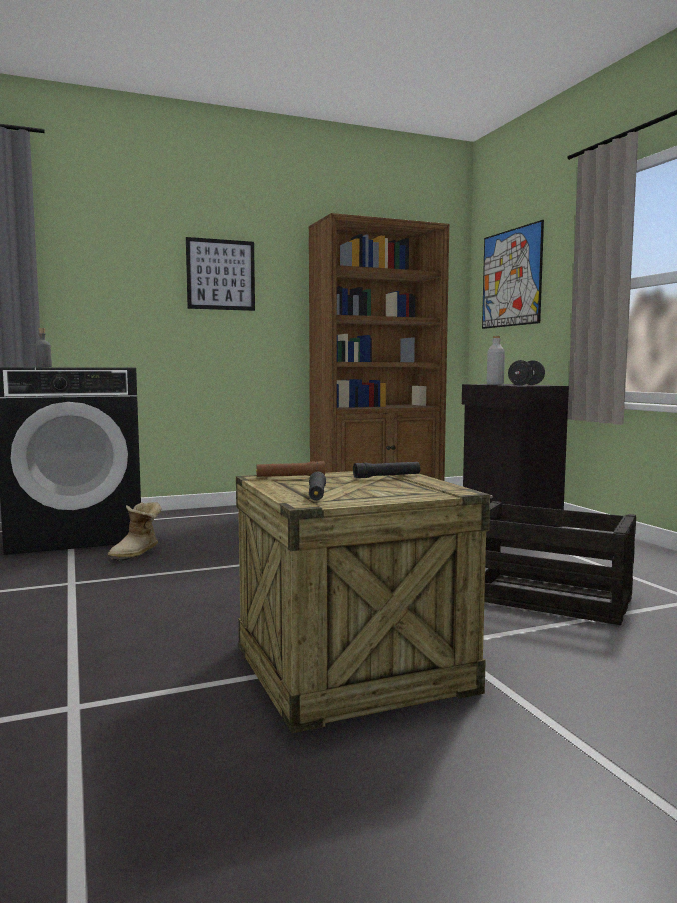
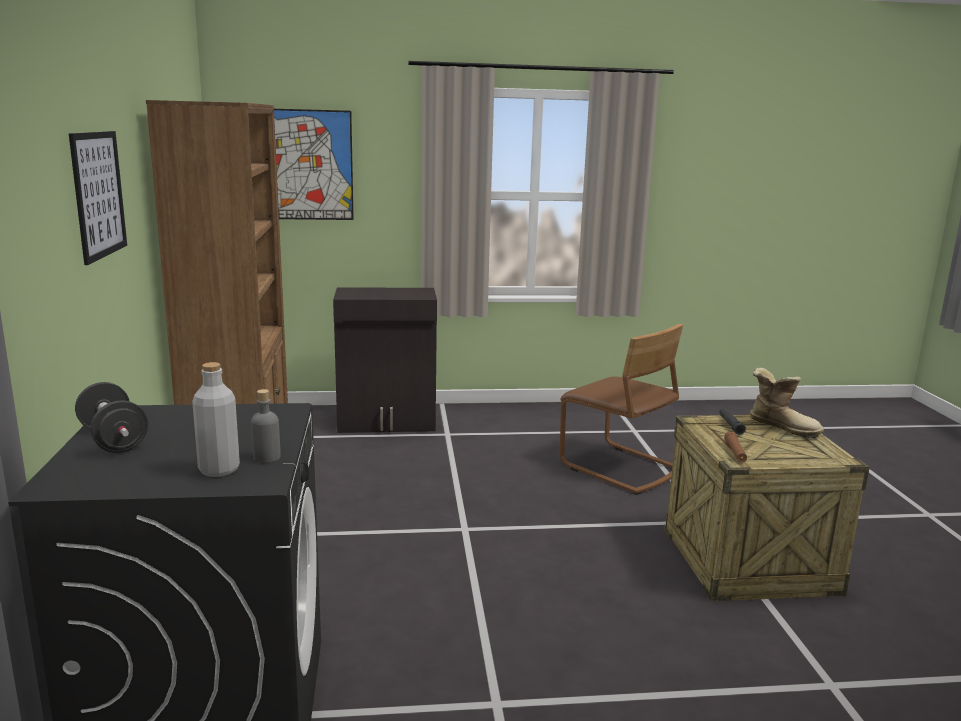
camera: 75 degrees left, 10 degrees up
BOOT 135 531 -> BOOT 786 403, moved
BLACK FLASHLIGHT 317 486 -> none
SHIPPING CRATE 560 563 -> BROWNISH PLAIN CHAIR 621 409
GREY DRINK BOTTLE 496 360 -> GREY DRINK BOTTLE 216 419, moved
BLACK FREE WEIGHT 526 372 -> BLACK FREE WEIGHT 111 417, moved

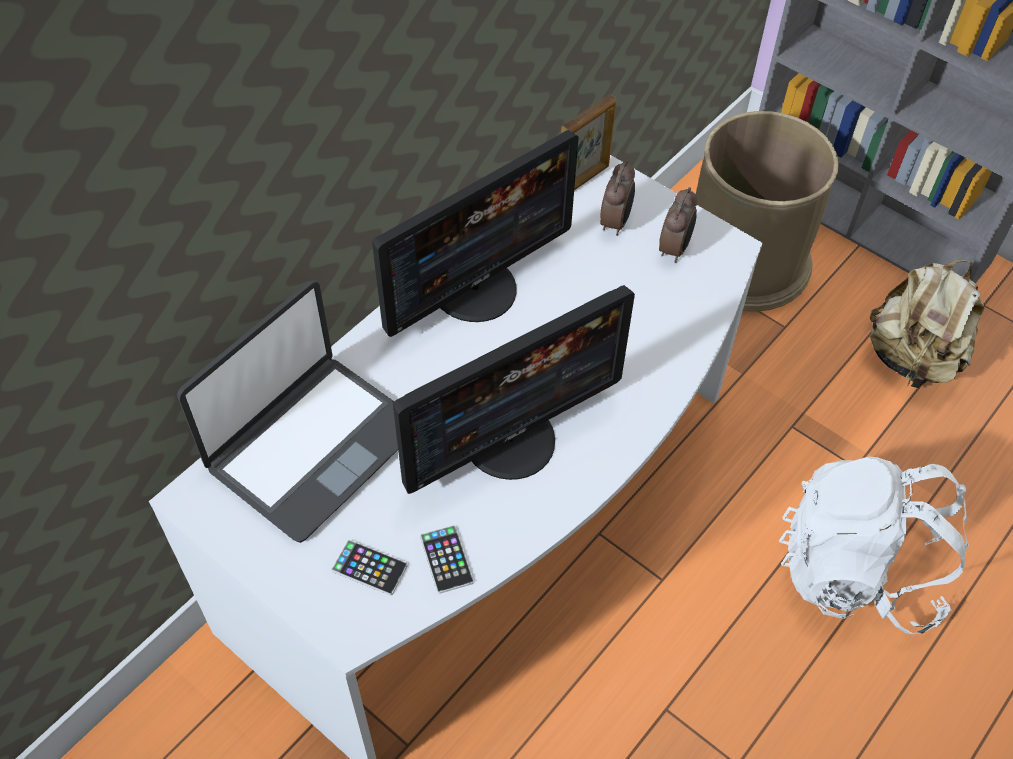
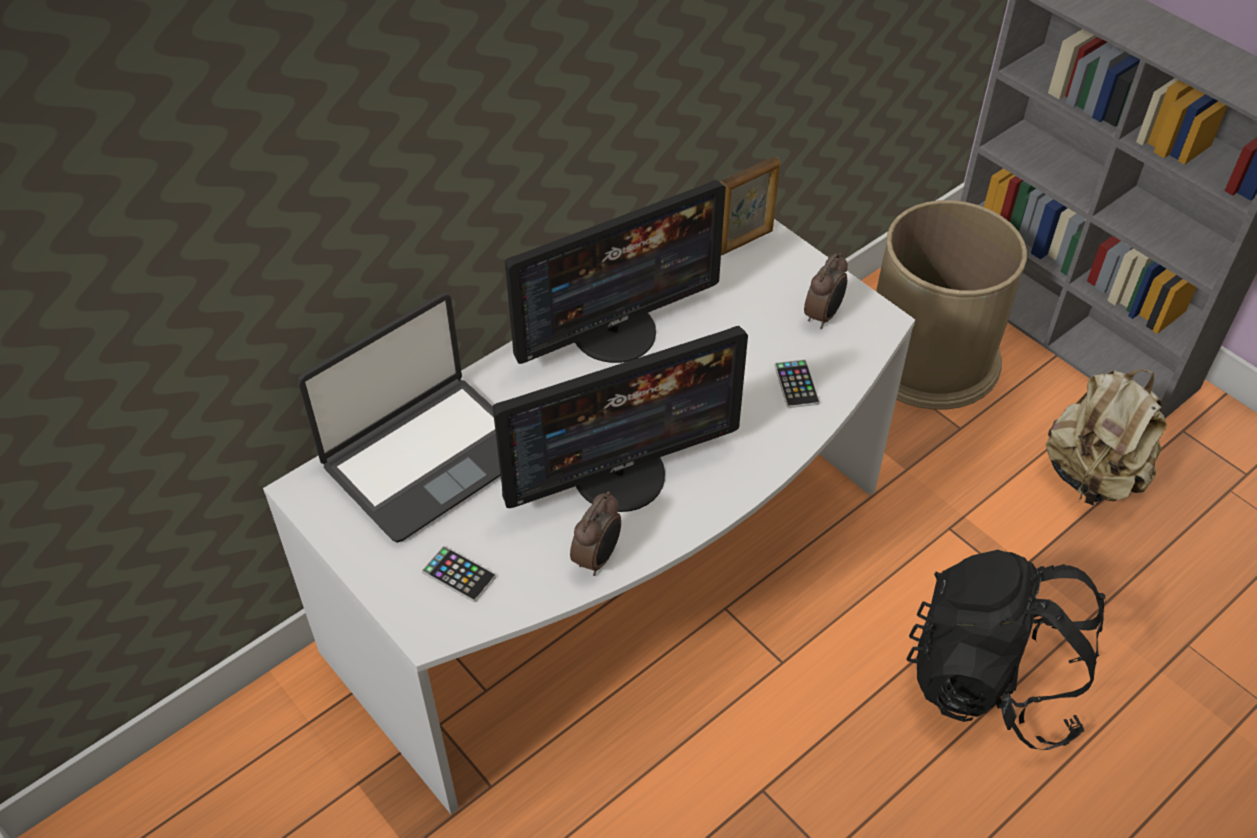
camera: 10 degrees right, 5 degrees down
PHONE 447 559 -> PHONE 797 383, moved
BEDSIDE CLOCK 617 198 -> BEDSIDE CLOCK 595 533, moved
WHITE RUCKSACK 874 545 -> BLACK RUCKSACK 1006 650

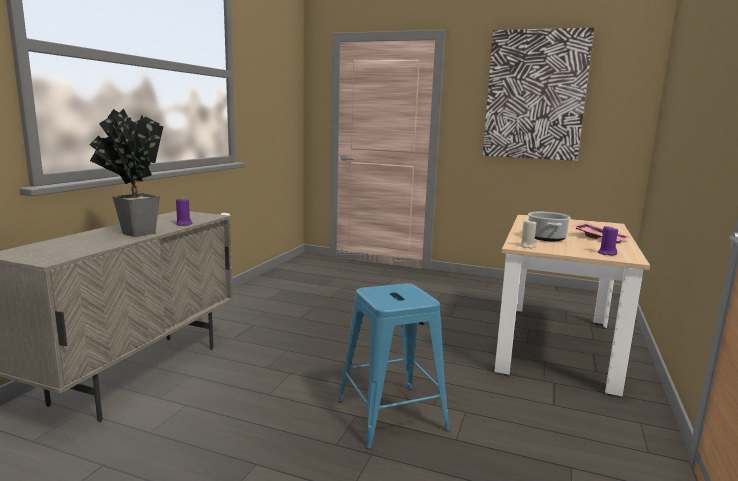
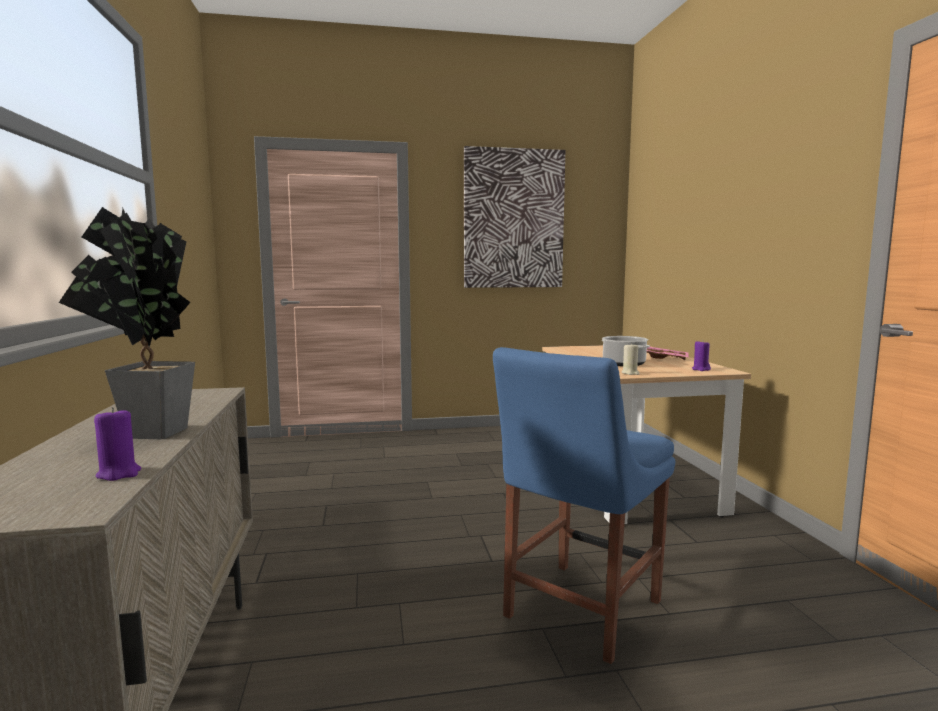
camera: 30 degrees left, 5 degrees down
PURPLE WAX CANDLE 183 211 -> PURPLE WAX CANDLE 117 444, moved
BLUISH STOOL SEAT 394 366 -> BLUISH PLAIN CHAIR 584 505

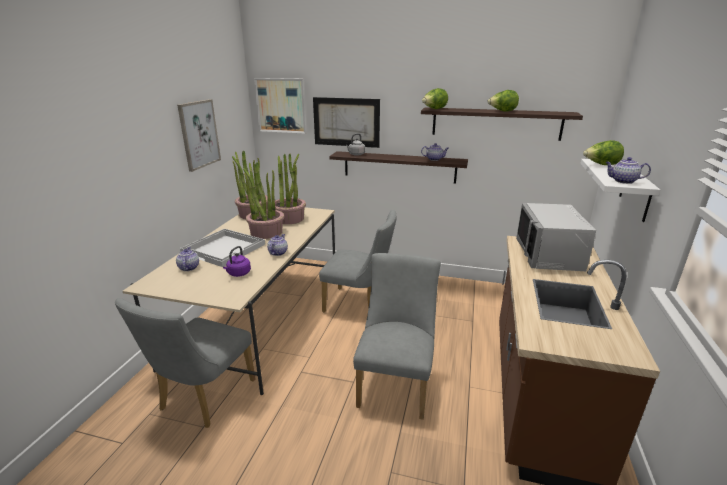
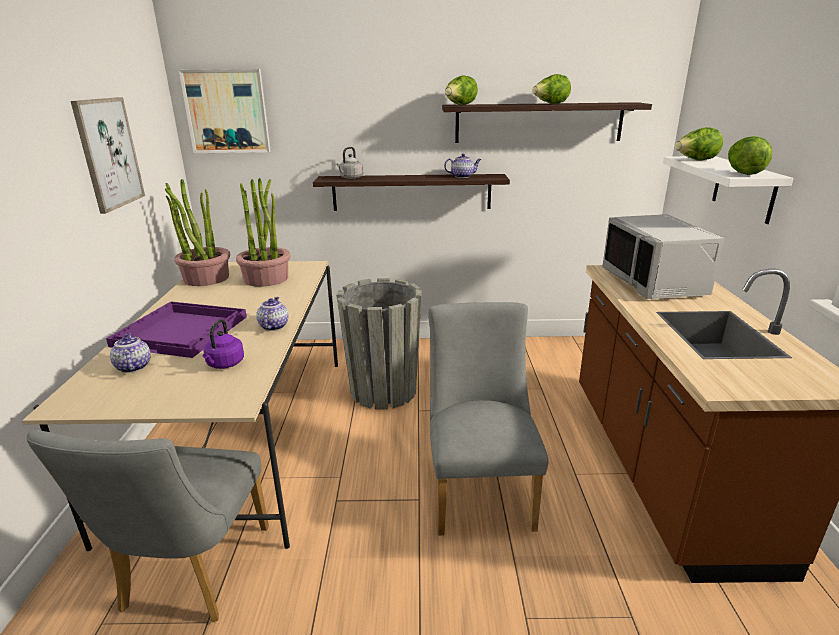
camera: 15 degrees left, 0 degrees up
WHITE SERVING TRAY 222 248 -> PURPLE SERVING TRAY 176 330
PLANT IN A POT 264 200 -> none
WALL PICTURE 346 122 -> none
GREY PLAIN CHAIR 358 261 -> GREY PLANT POT 379 343
TEA POT 628 170 -> HEAD OF LETTUCE 750 155

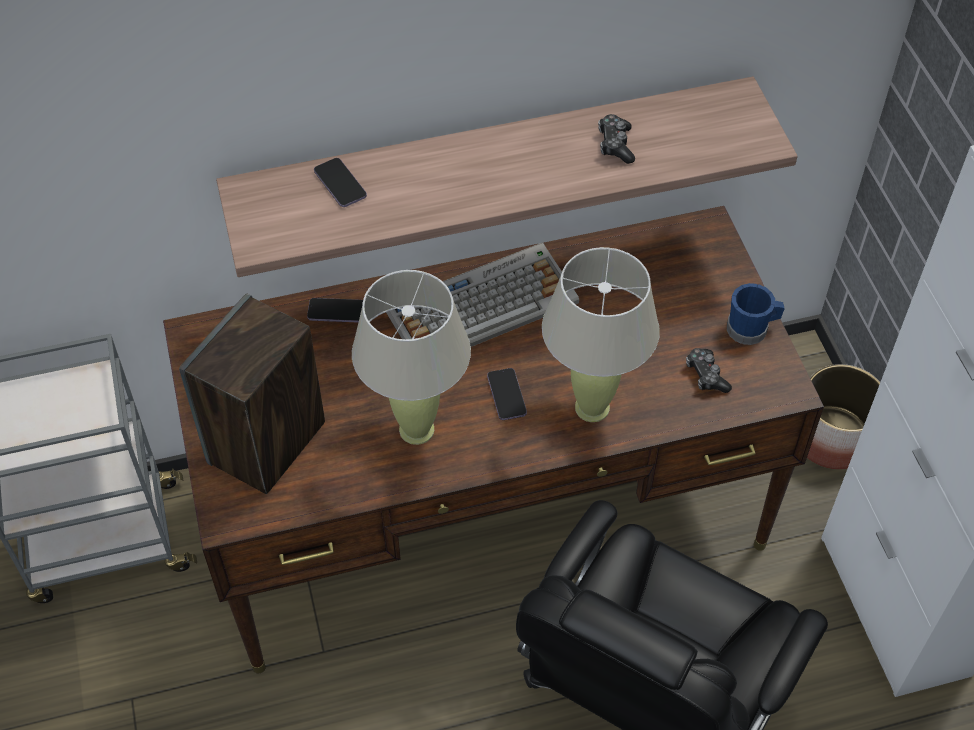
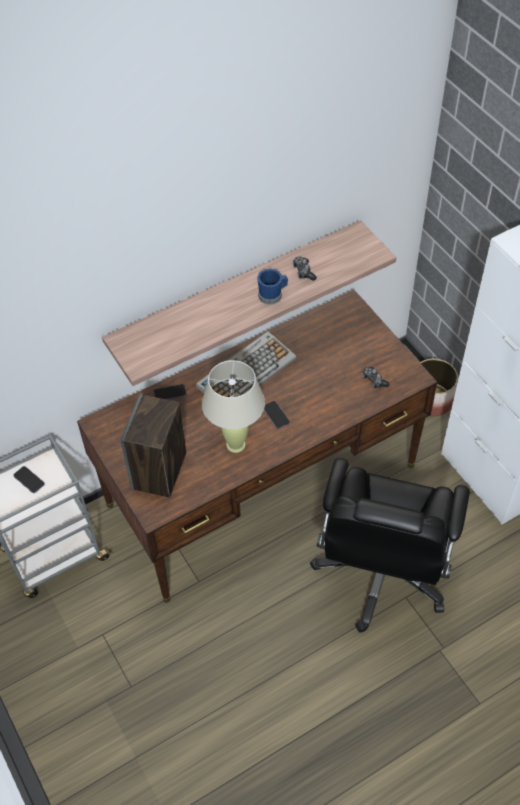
camera: 15 degrees left, 0 degrees up
PHONE 340 182 -> PHONE 29 479, moved
SAND-COLOURED LAMP FOR A TABLE 601 334 -> none
BLUISH COFFEE MUG 756 314 -> BLUISH COFFEE MUG 272 287, moved

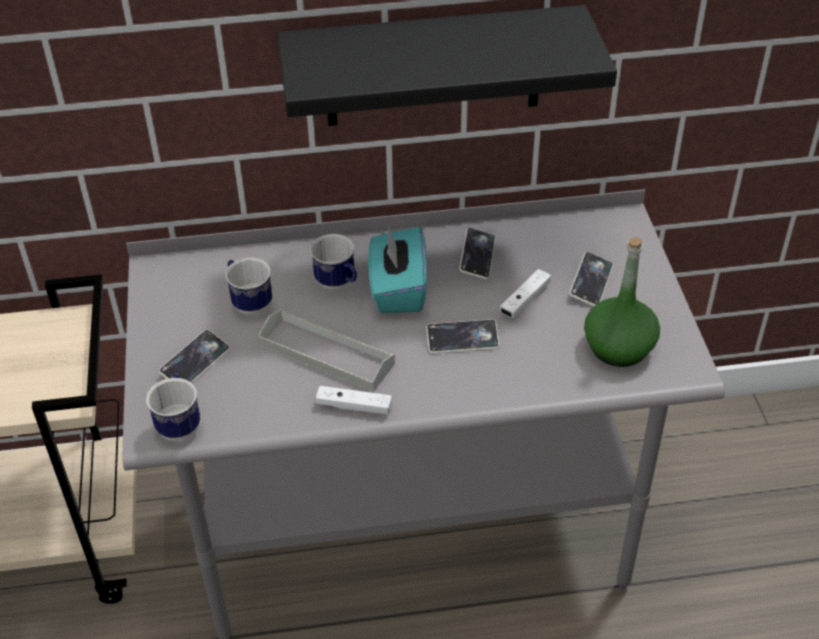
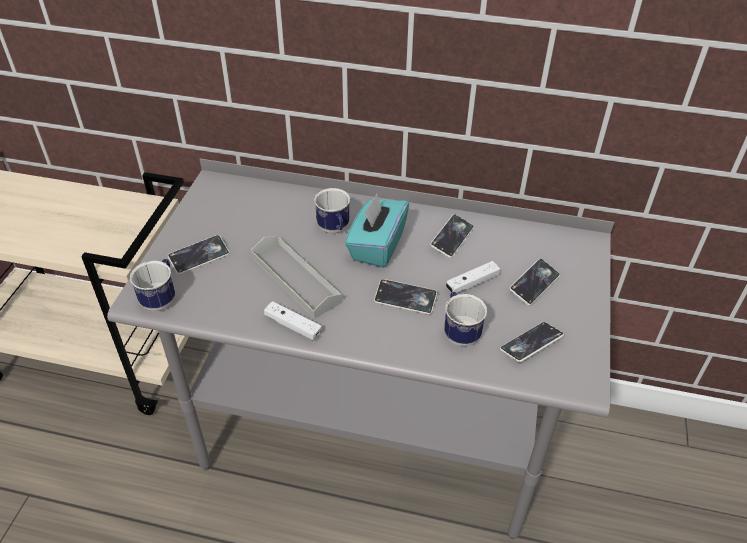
camera: 20 degrees right, 0 degrees up
COFFEE MUG 248 286 -> COFFEE MUG 465 319, moved
BLACK WALL SHELF 447 65 -> none
GREEN DRINK BOTTLE 622 302 -> PHONE 532 342

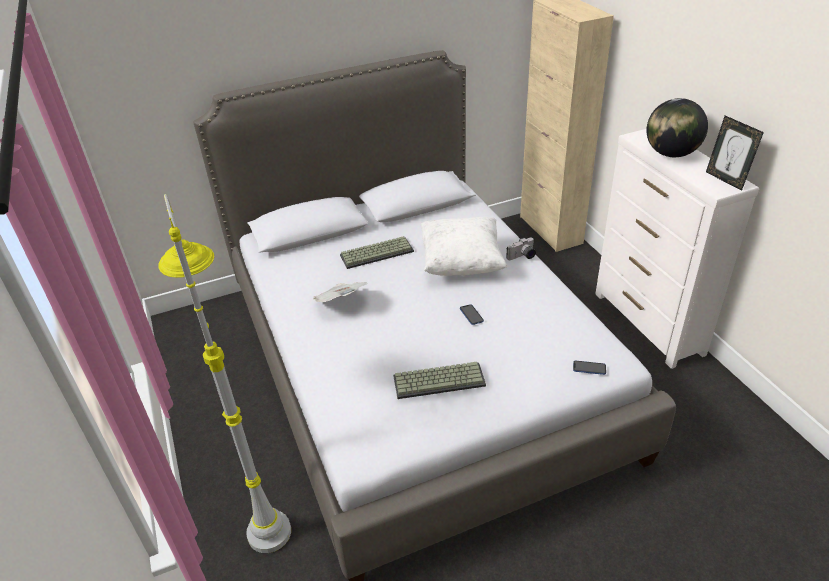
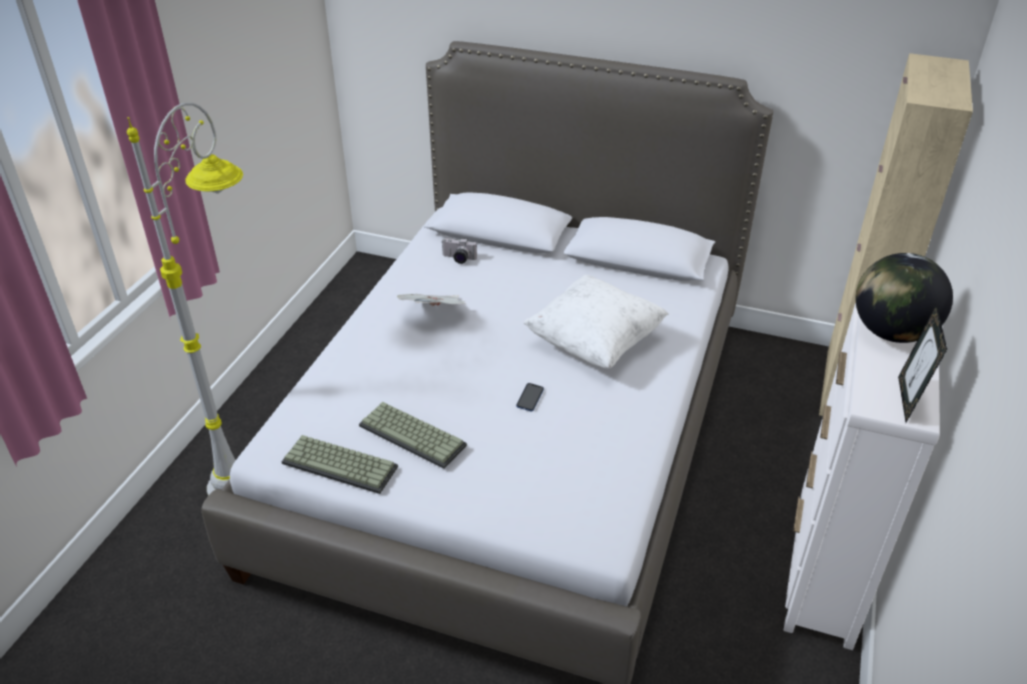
camera: 40 degrees right, 0 degrees up
COMPUTER KEYBOARD 377 252 -> COMPUTER KEYBOARD 339 464, moved
STILL CAMERA 521 248 -> STILL CAMERA 459 251, moved
PHONE 589 367 -> none

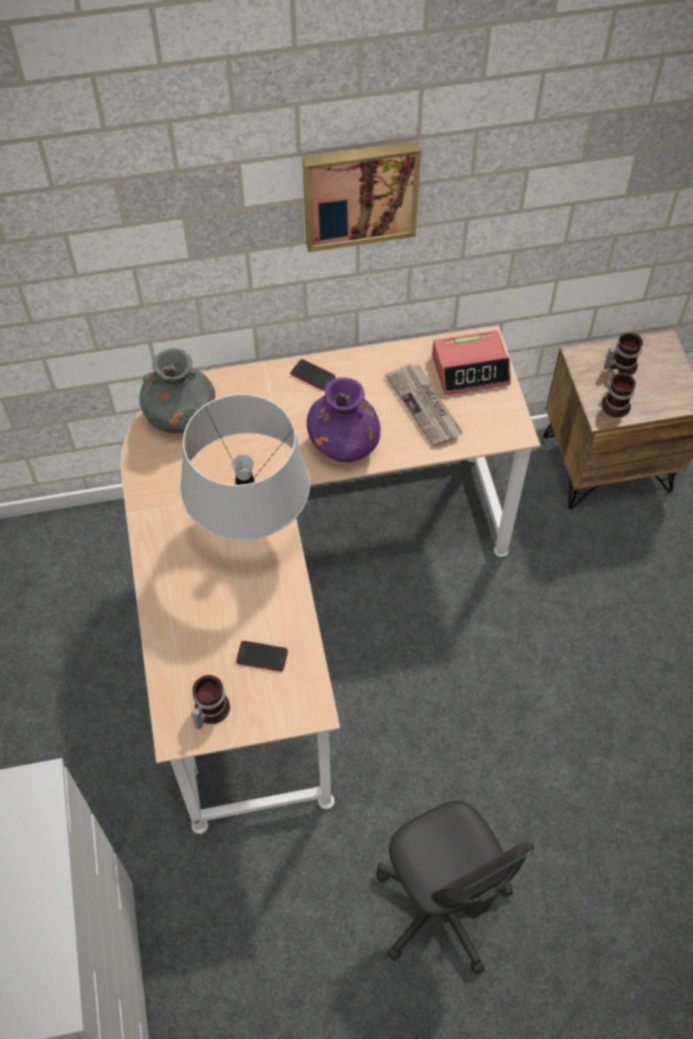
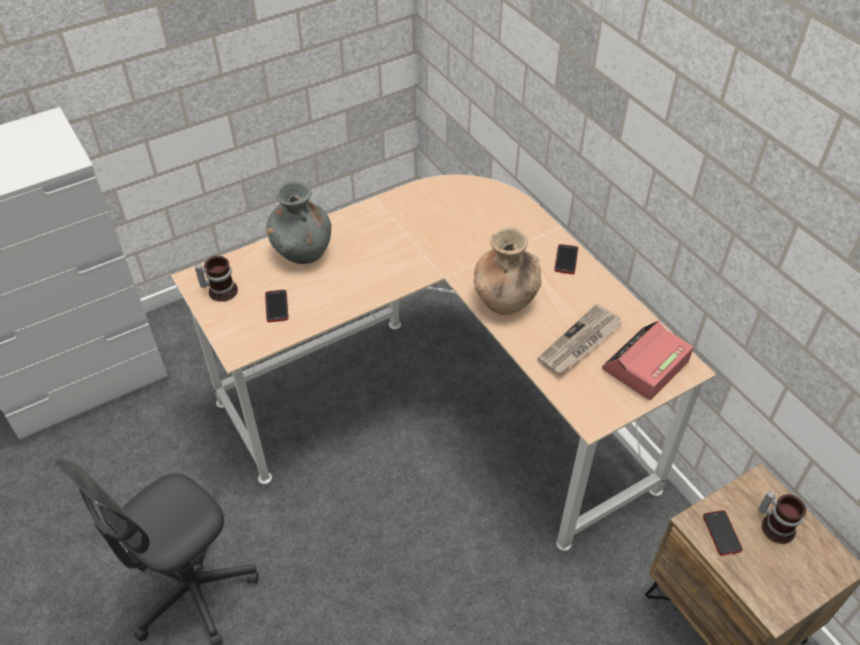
camera: 70 degrees right, 10 degrees down
GREY FLOWER VASE 177 390 -> GREY FLOWER VASE 298 222, moved
GREY LAMP FOR A TABLE 245 467 -> none
WALL PICTURE 361 196 -> none
PURPLE FLOWER VASE 343 420 -> BROWNISH FLOWER VASE 507 271
BEDSIDE CLOCK 471 362 -> BEDSIDE CLOCK 647 360, 75 degrees clockwise
COFFEE MUG 619 392 -> PHONE 723 533

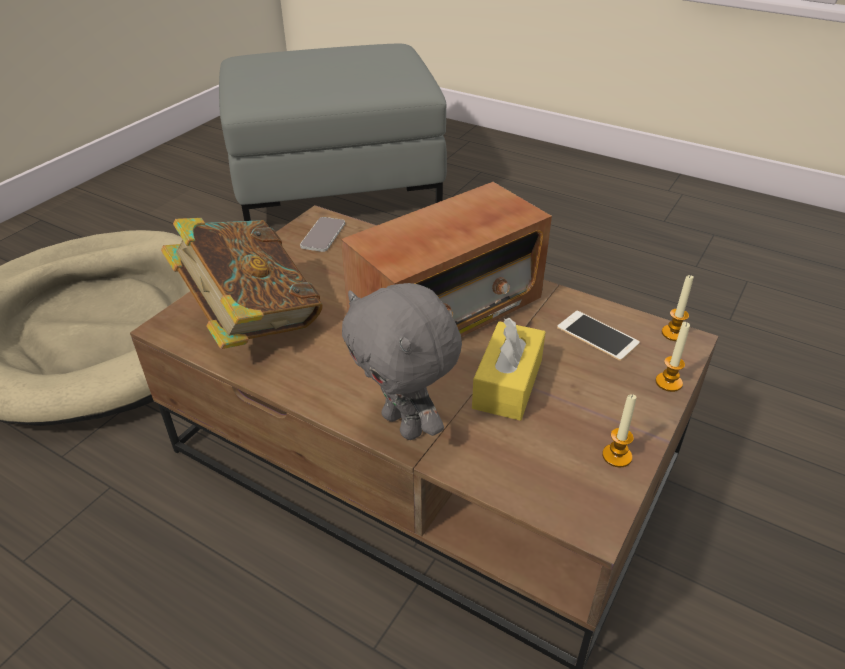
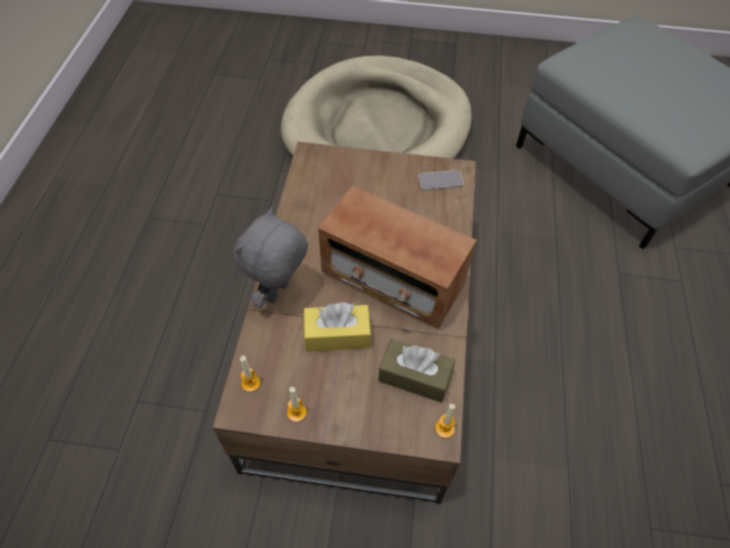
camera: 65 degrees right, 15 degrees up
BOOK 242 283 -> none
PHONE 598 336 -> BROWNISH BOX OF TISSUES 416 371
WAX CANDLE 673 357 -> WAX CANDLE 250 374, moved

